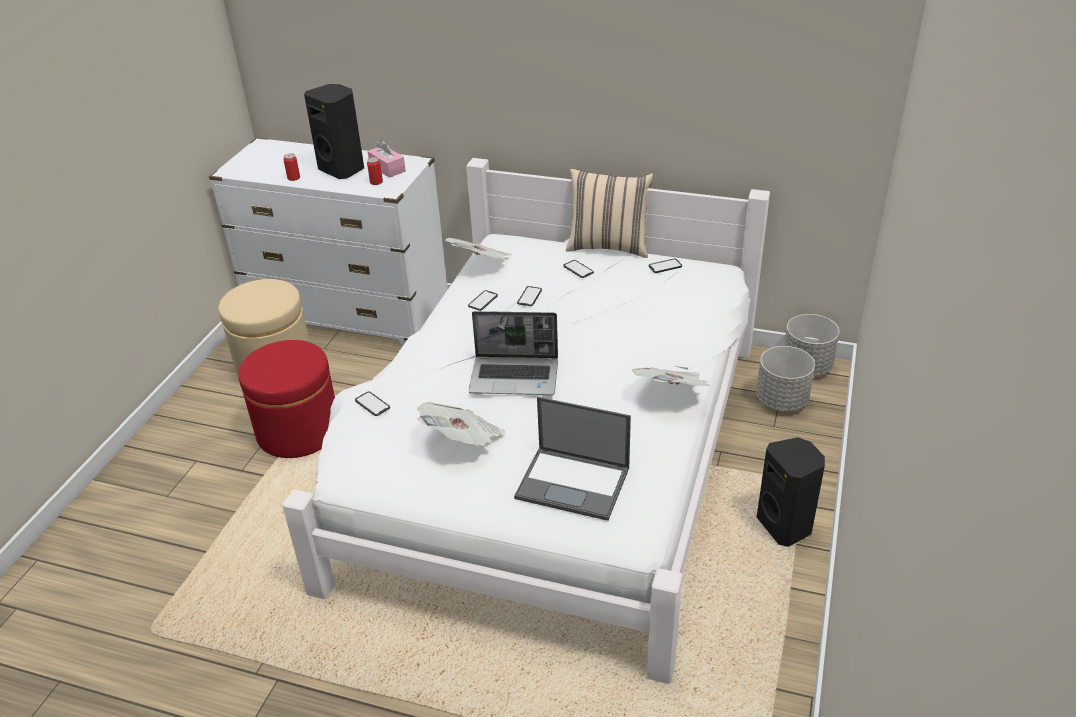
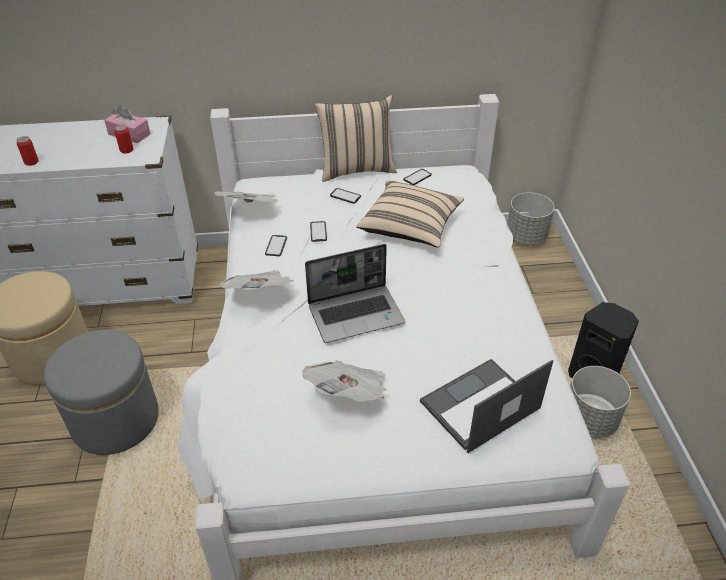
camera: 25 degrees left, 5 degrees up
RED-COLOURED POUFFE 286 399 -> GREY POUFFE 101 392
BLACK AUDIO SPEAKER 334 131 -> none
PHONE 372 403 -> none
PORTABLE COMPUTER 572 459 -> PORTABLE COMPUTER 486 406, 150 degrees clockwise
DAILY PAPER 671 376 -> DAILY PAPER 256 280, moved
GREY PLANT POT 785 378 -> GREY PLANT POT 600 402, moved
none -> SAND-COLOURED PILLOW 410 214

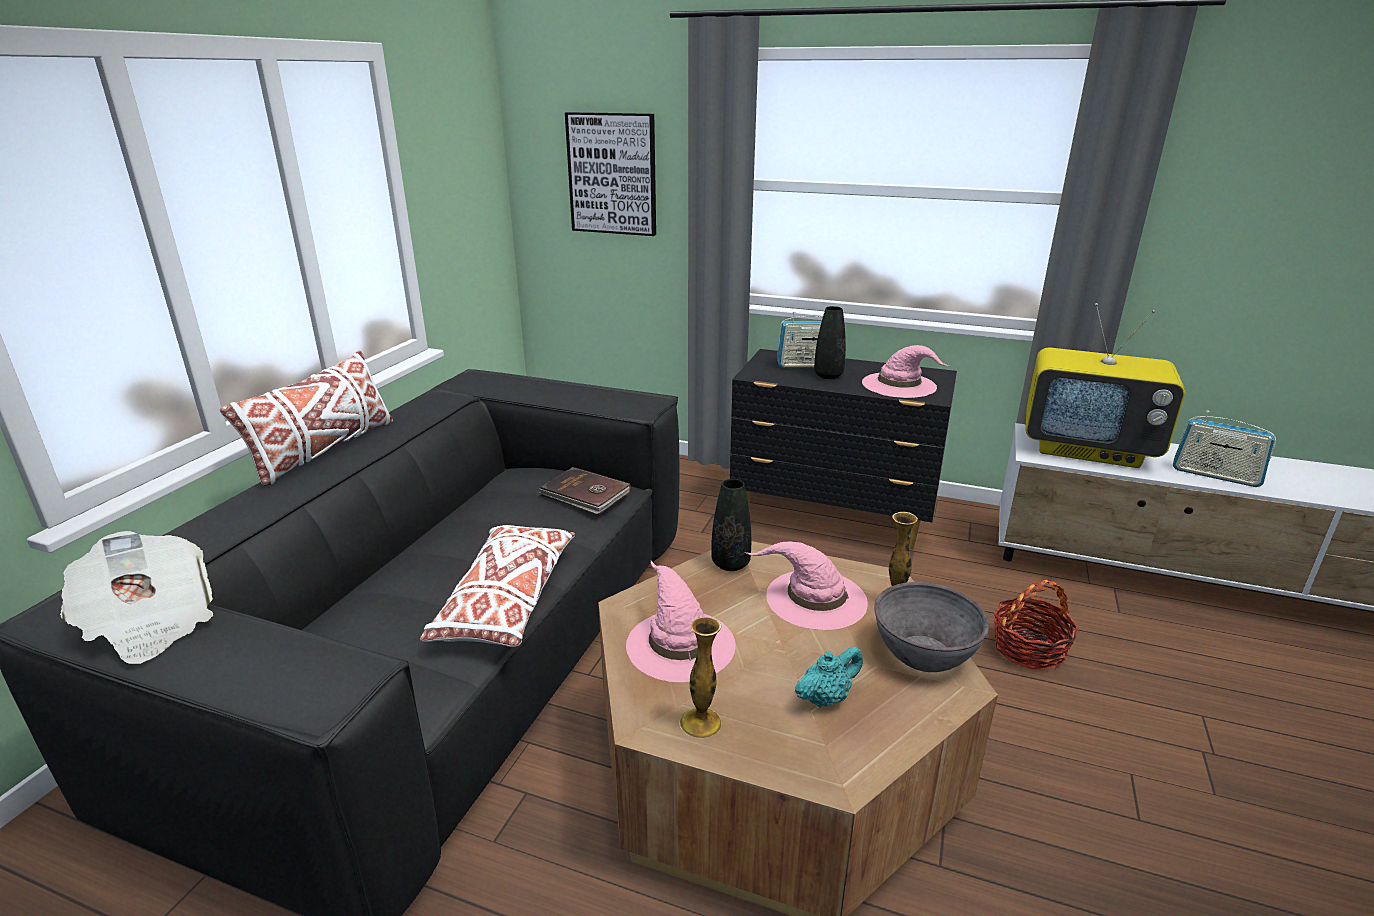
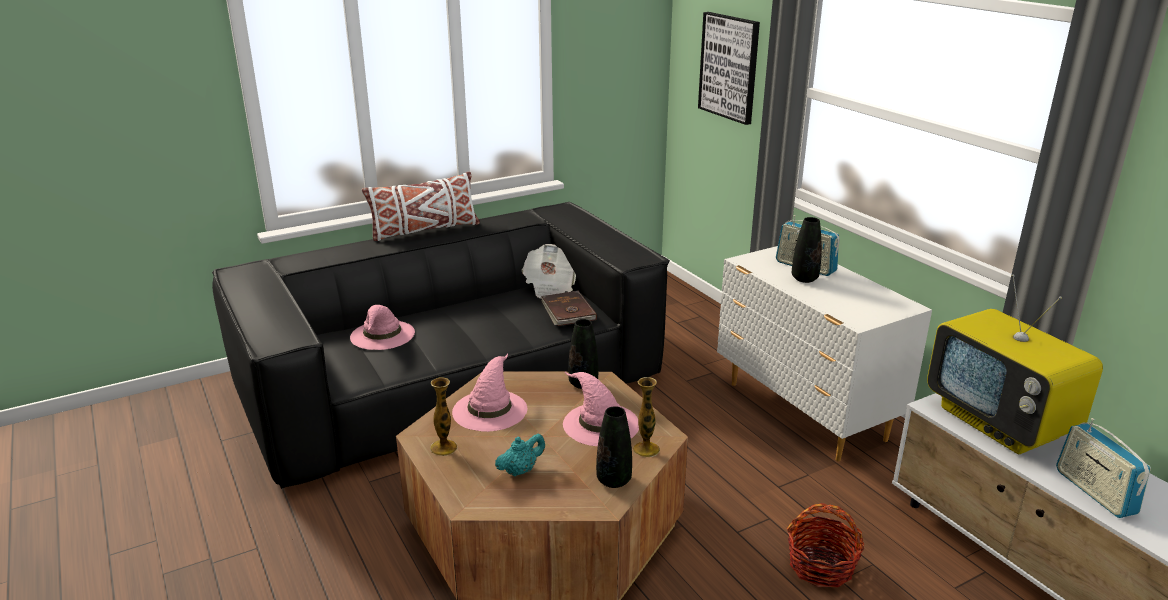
camera: 40 degrees right, 0 degrees up
DAILY PAPER 136 597 -> DAILY PAPER 549 271, moved
WHITE PILLOW 497 586 -> none
BLACK CHEST OF DRAWERS 843 449 -> WHITE CHEST OF DRAWERS 824 354
BLUE-GREEN TEA POT 829 677 -> BLUE-GREEN TEA POT 520 455, 45 degrees counterclockwise
PINK WEARABLE HAT 906 371 -> PINK WEARABLE HAT 382 327, moved
GREY BOWL 931 627 -> BLACK FLOWER VASE 614 447

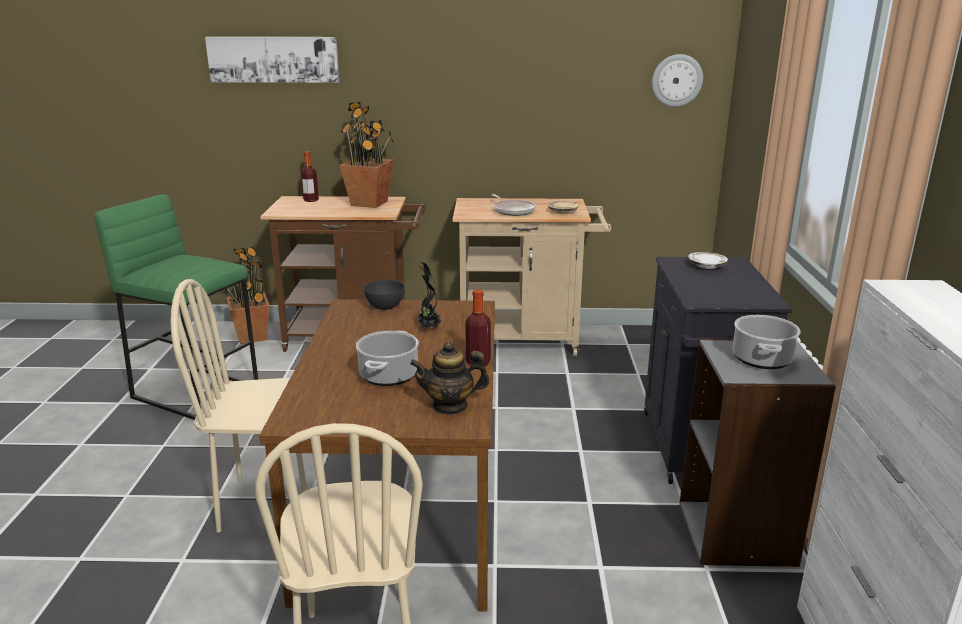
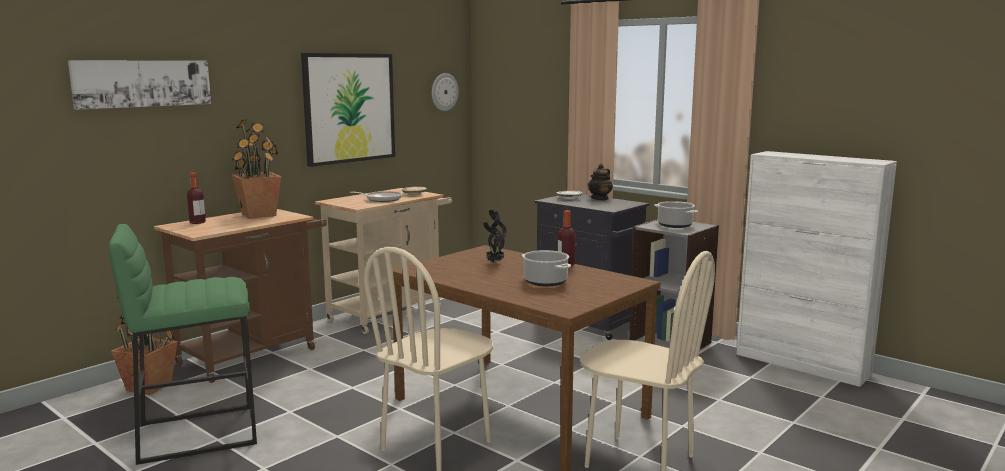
camera: 50 degrees left, 10 degrees down
GREY BOWL 384 295 -> none
TEA POT 450 378 -> TEA POT 600 182, moved
none -> WALL PICTURE 348 110

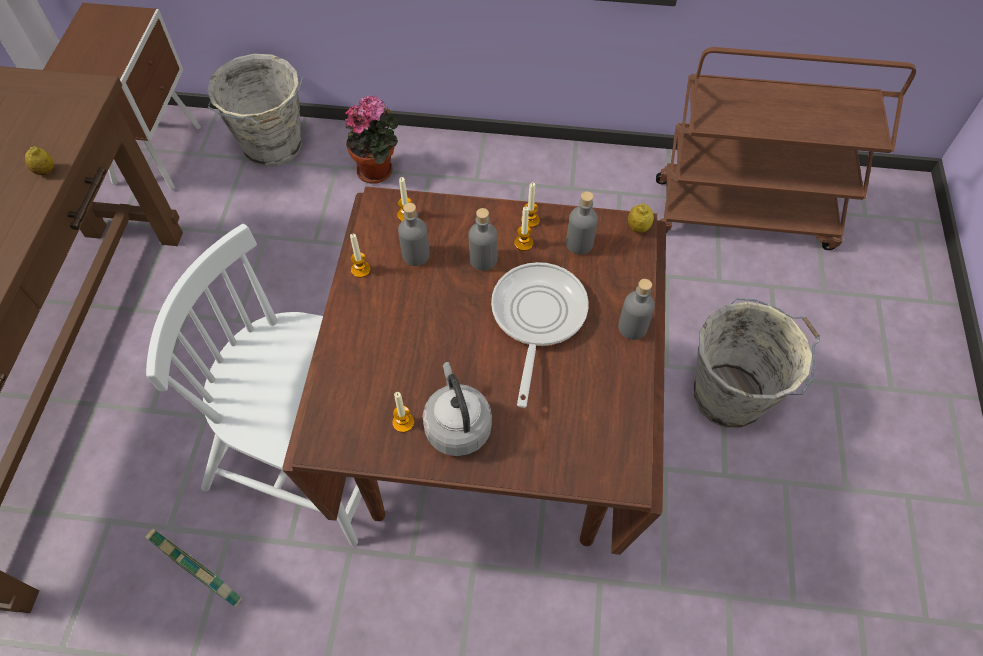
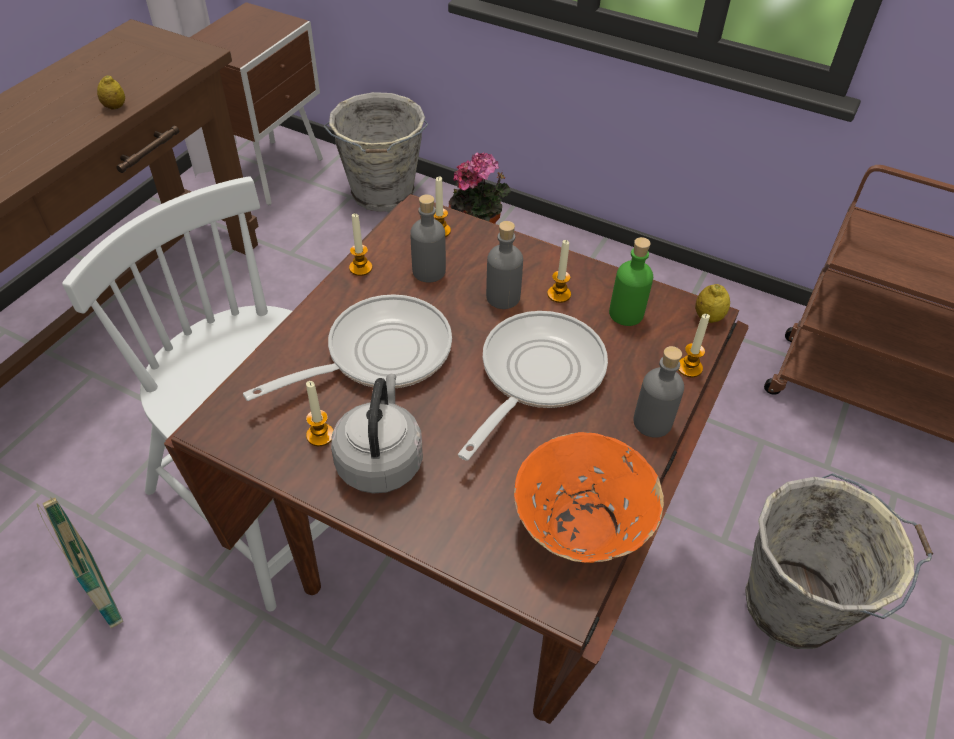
camera: 20 degrees right, 10 degrees down
WAX CANDLE 530 205 -> WAX CANDLE 694 345, moved
GREY DRINK BOTTLE 582 223 -> GREEN DRINK BOTTLE 631 281
none -> PAN 347 347
none -> ORANGE-COLOURED BOWL 589 497

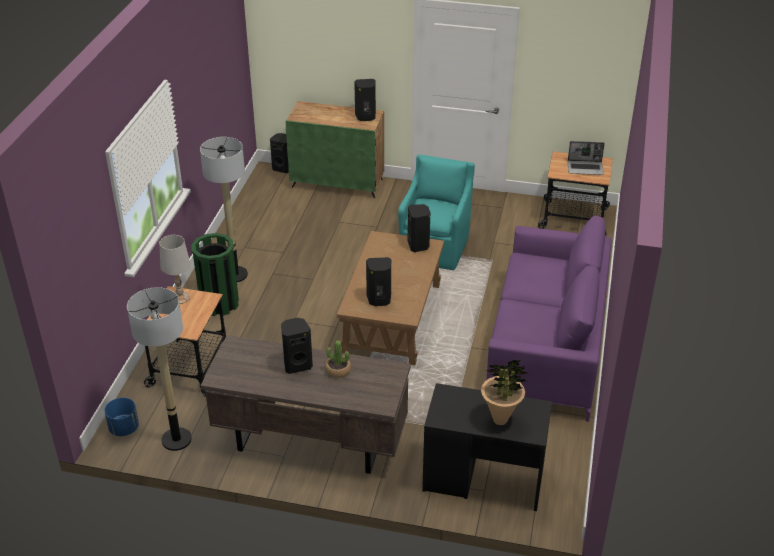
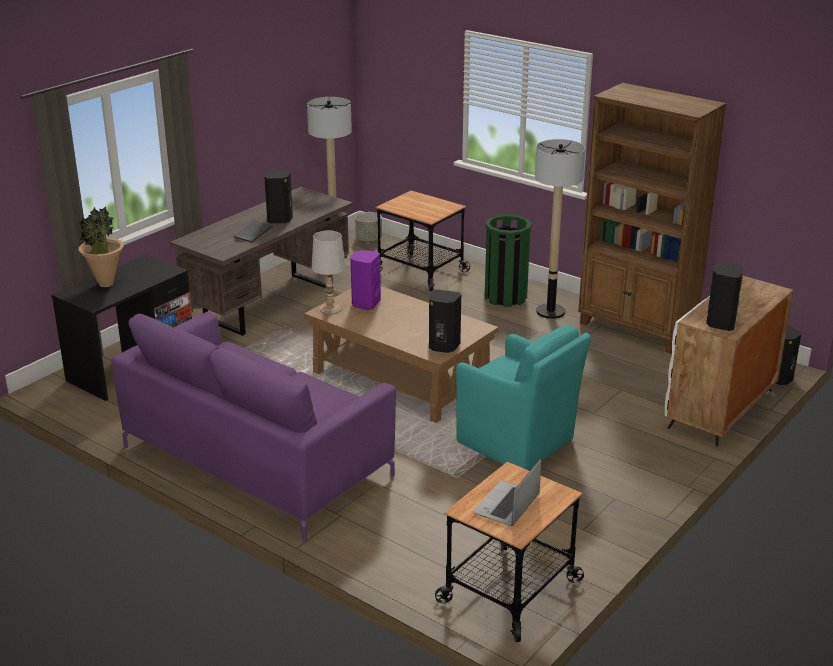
camera: 115 degrees right, 10 degrees down
BLUISH PLANT POT 121 417 -> GREY PLANT POT 368 227
WHITE LAMP FOR A TABLE 175 269 -> WHITE LAMP FOR A TABLE 329 272, moved
GREEN STORAGE CABINET 335 149 -> WHITE STORAGE CABINET 729 361
PLANT IN A POT 338 359 -> COMPUTER KEYBOARD 253 231
BLACK AUDIO SPEAKER 378 281 -> PURPLE AUDIO SPEAKER 365 280
none -> BROWNISH SHELVING UNIT 652 218

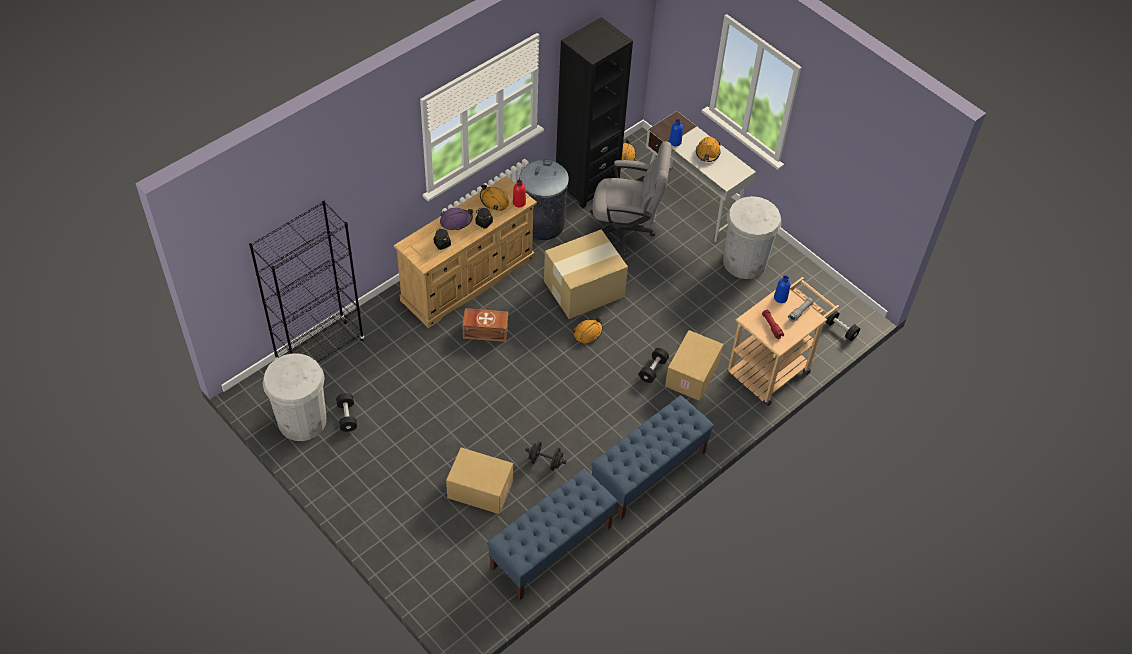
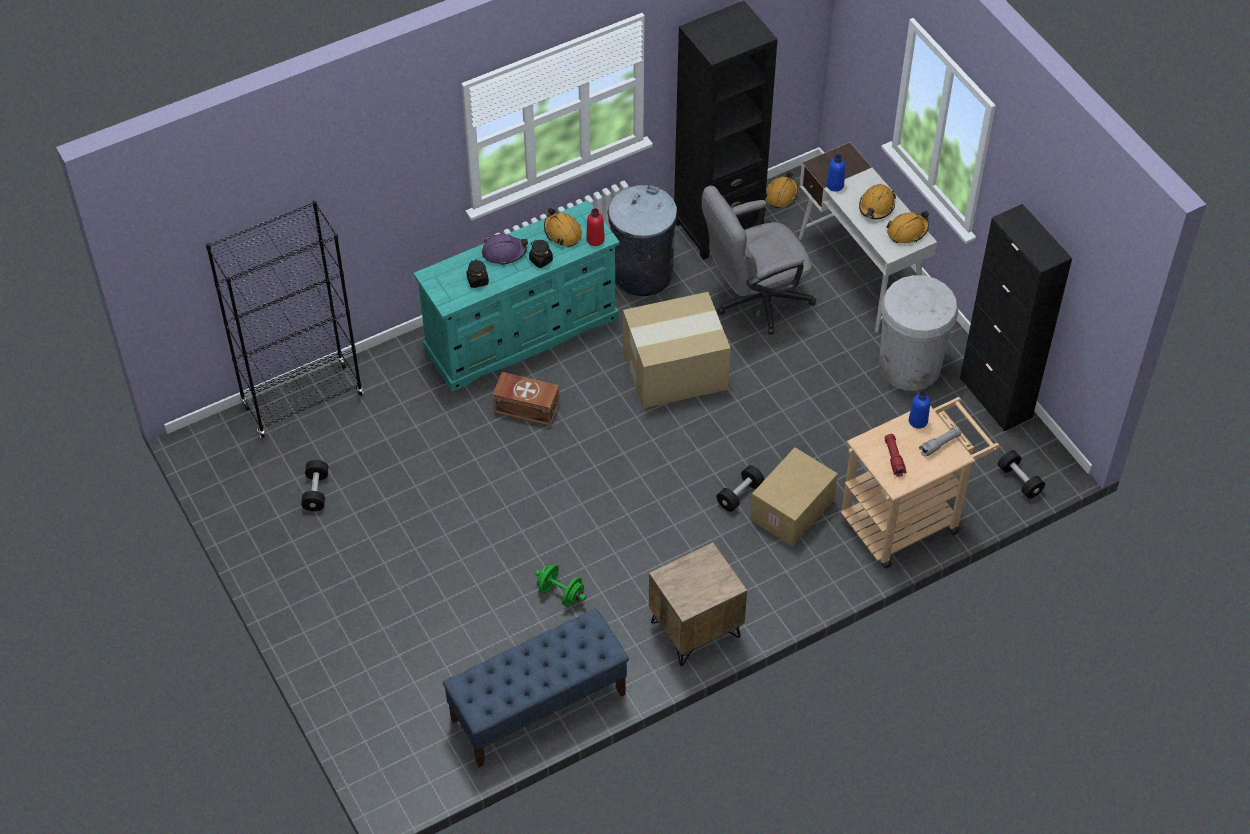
camera: 15 degrees right, 0 degrees up
WHITE TRASH CAN 294 397 -> none
SAND-COLOURED CHEST OF DRAWERS 465 252 -> BLUE-GREEN CHEST OF DRAWERS 516 296
CARTON 479 481 -> none
BLACK FREE WEIGHT 546 455 -> GREEN FREE WEIGHT 560 585
ORANGE-COLOURED SAFETY HELMET 588 330 -> ORANGE-COLOURED SAFETY HELMET 907 227, moved
GREY DESK CHAIR 631 199 -> GREY DESK CHAIR 759 260, 135 degrees clockwise
BLUISH INDOOR BENCH 652 457 -> BROWNISH NIGHT TABLE 698 604
none -> BLACK STORAGE CABINET 1016 317

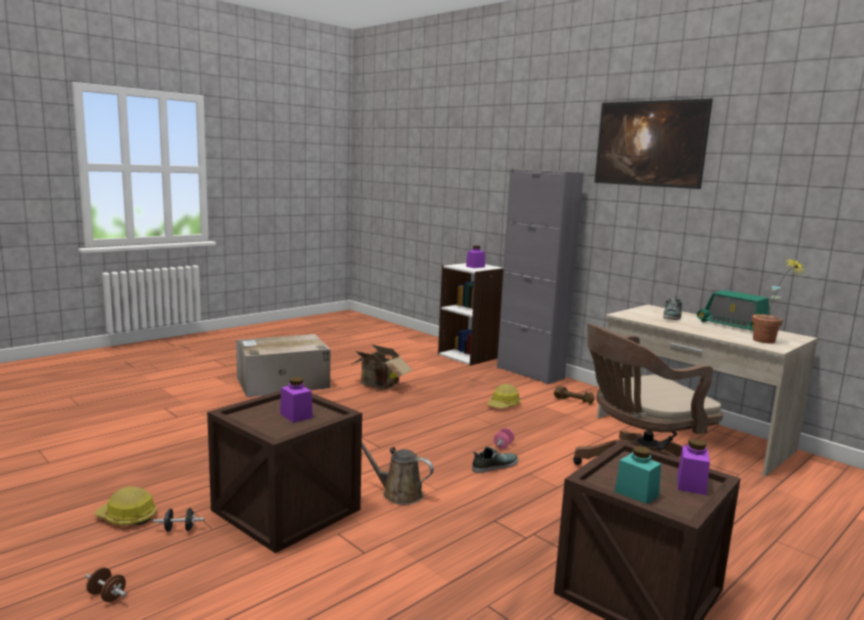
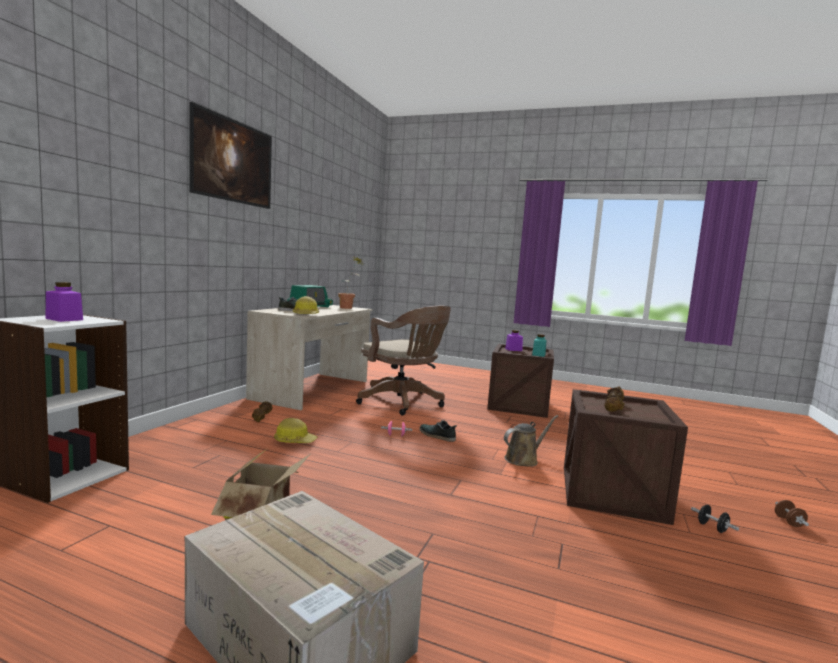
camera: 115 degrees left, 5 degrees down
SAFETY HELMET 125 505 -> SAFETY HELMET 305 305, moved
PURPLE STORAGE JAR 296 400 -> BROWNISH FREE WEIGHT 614 399
BROWNISH WATERING CAN 398 473 -> BROWNISH WATERING CAN 531 441, 120 degrees counterclockwise
GREY STORAGE CABINET 540 277 -> none

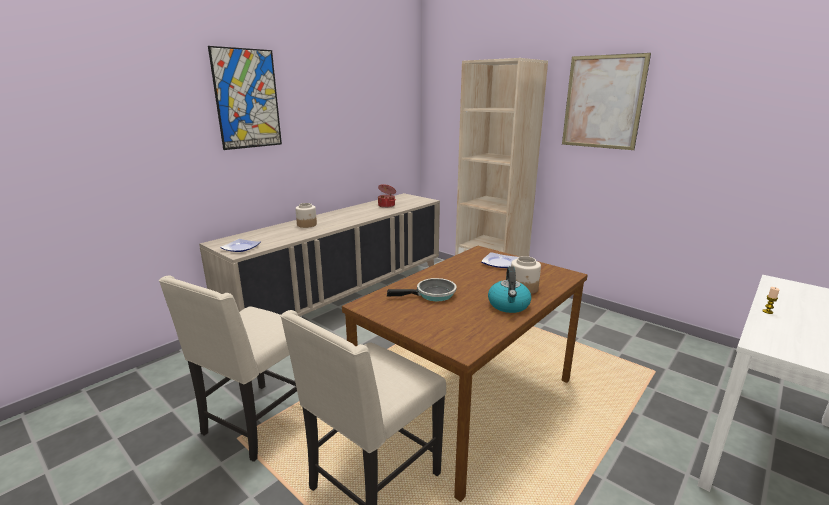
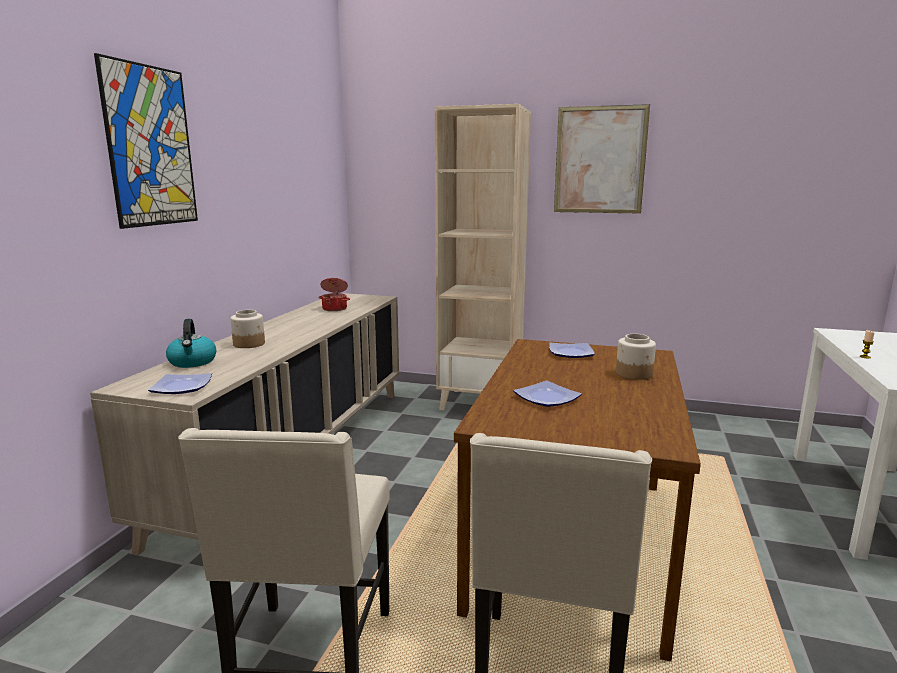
camera: 25 degrees left, 5 degrees down
PAN 422 289 -> FLAT DISH 547 394
TEA KETTLE 509 289 -> TEA KETTLE 191 343, moved

